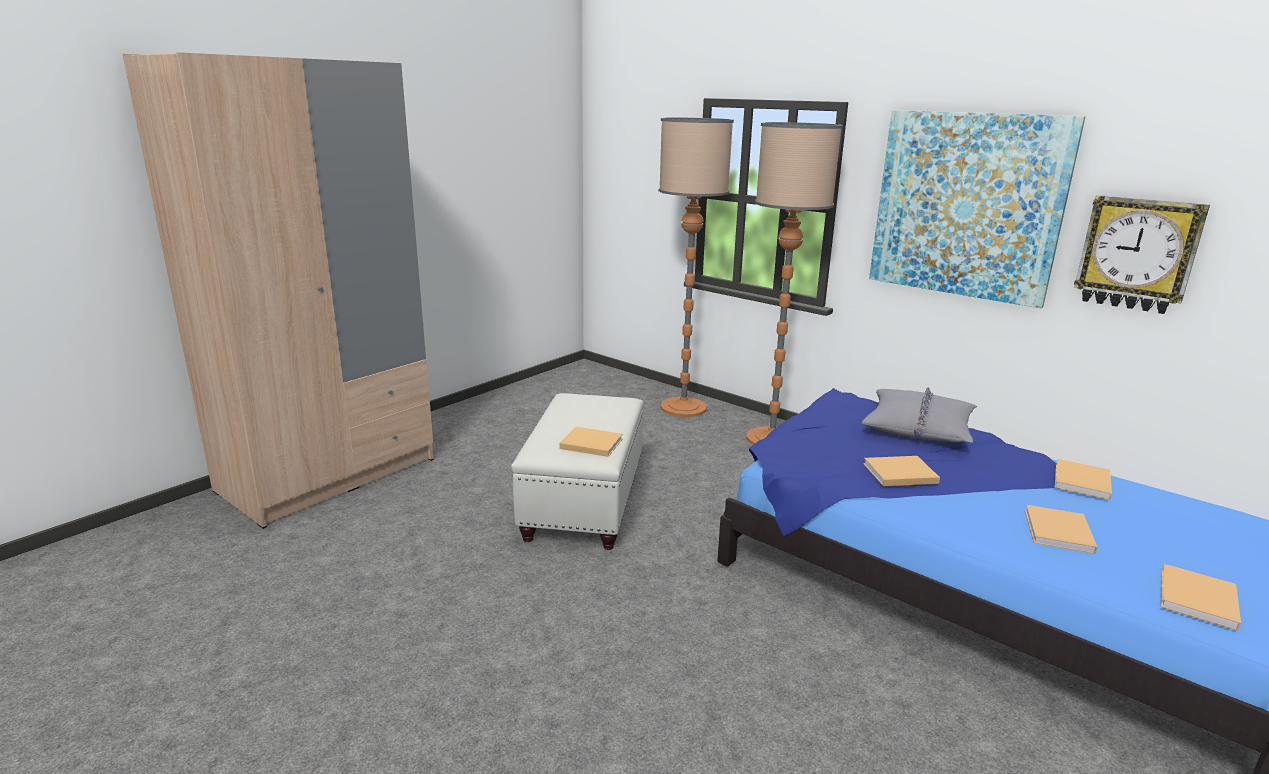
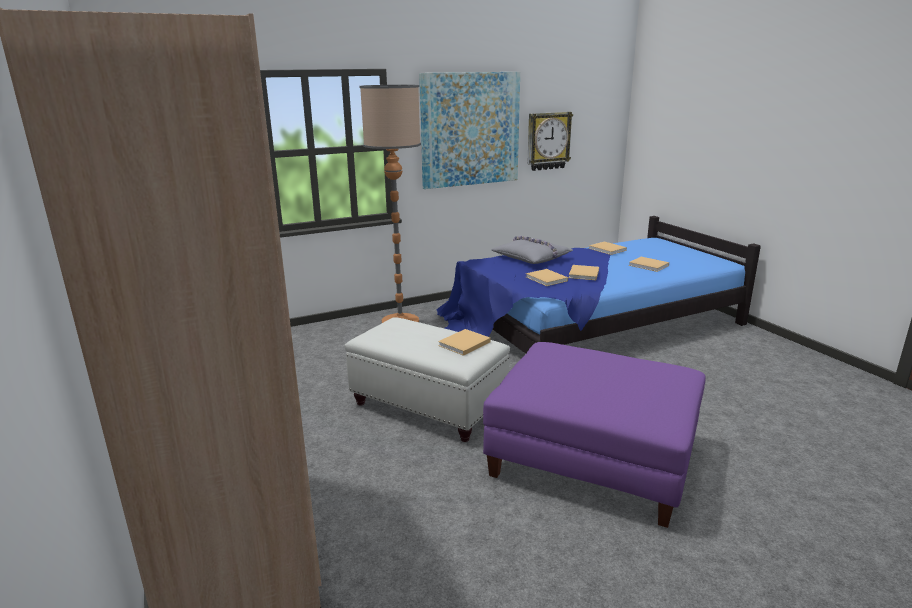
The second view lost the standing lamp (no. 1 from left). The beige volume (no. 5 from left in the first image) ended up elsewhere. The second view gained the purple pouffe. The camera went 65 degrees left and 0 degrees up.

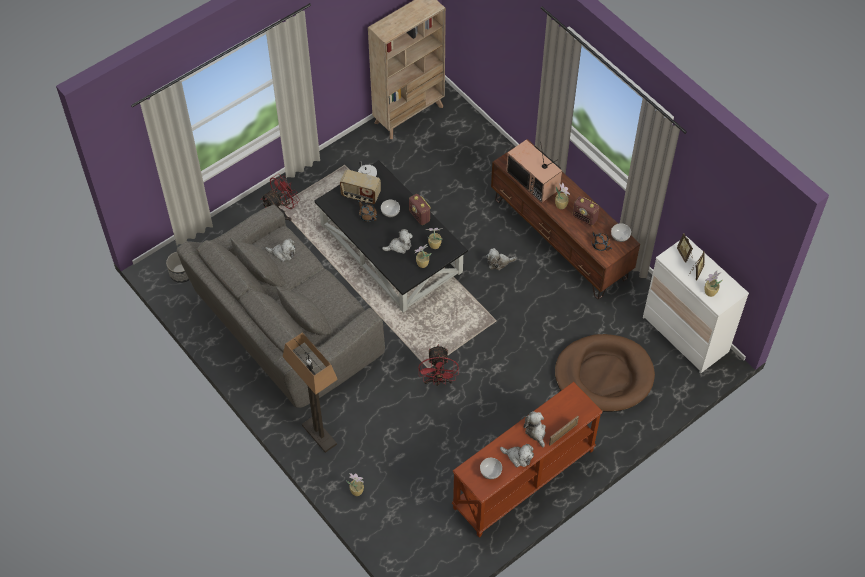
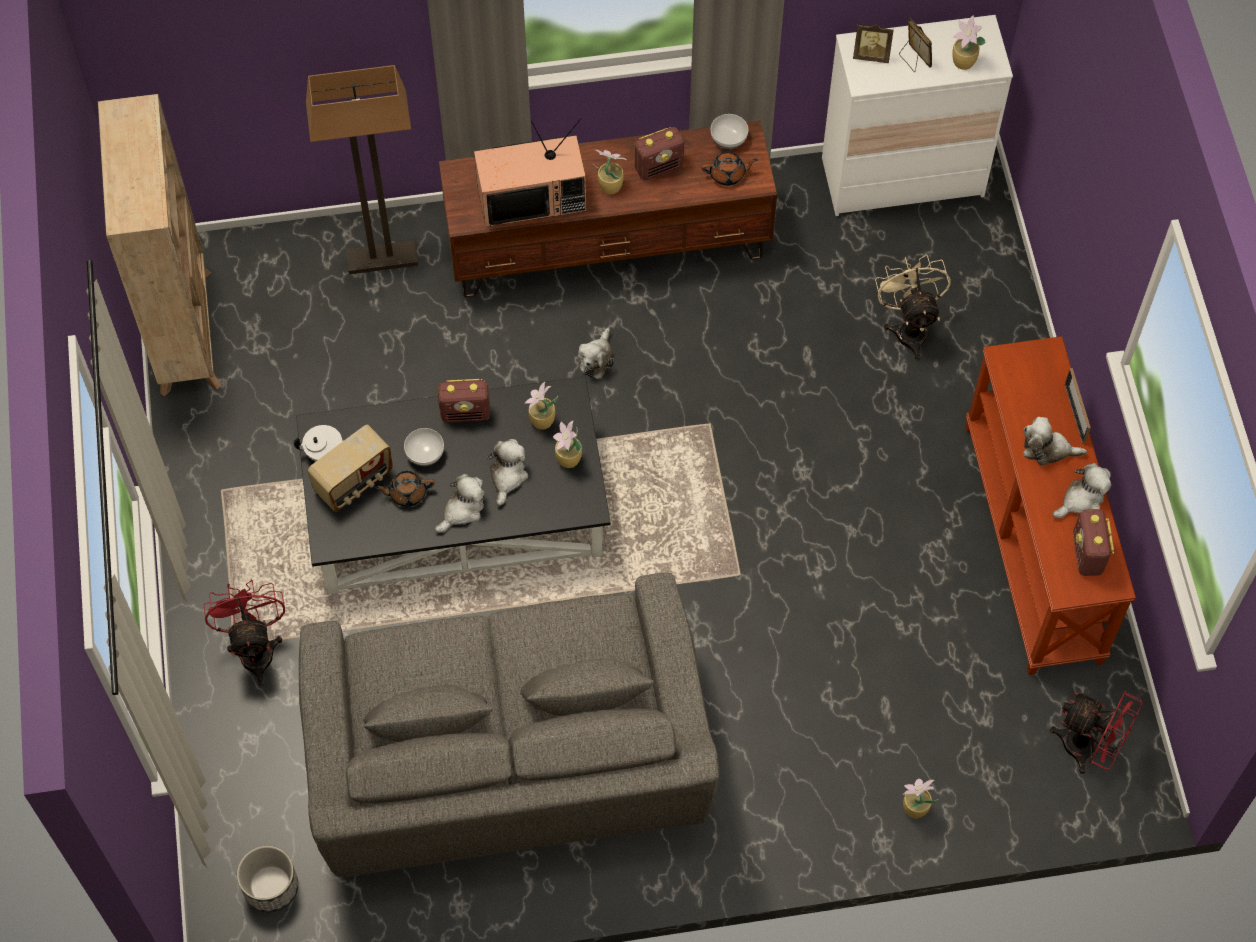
The plush toy (no. 1 from left) ended up elsewhere. The standing lamp ended up elsewhere. The reddish fan (no. 2 from left) ended up elsewhere. Where the bowl (no. 2 from left) stood, the radio set (no. 4 from left) came to stand. Where the brown-coloured dog bed stood, the beige fan came to stand. The camera went 60 degrees left and 5 degrees up.

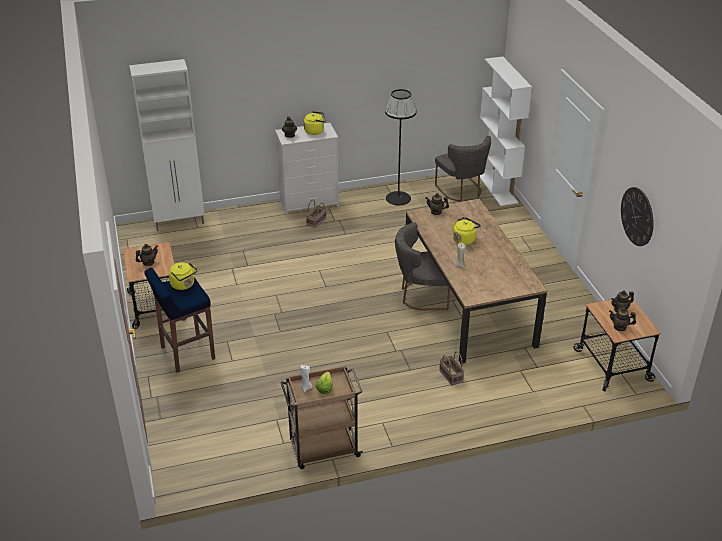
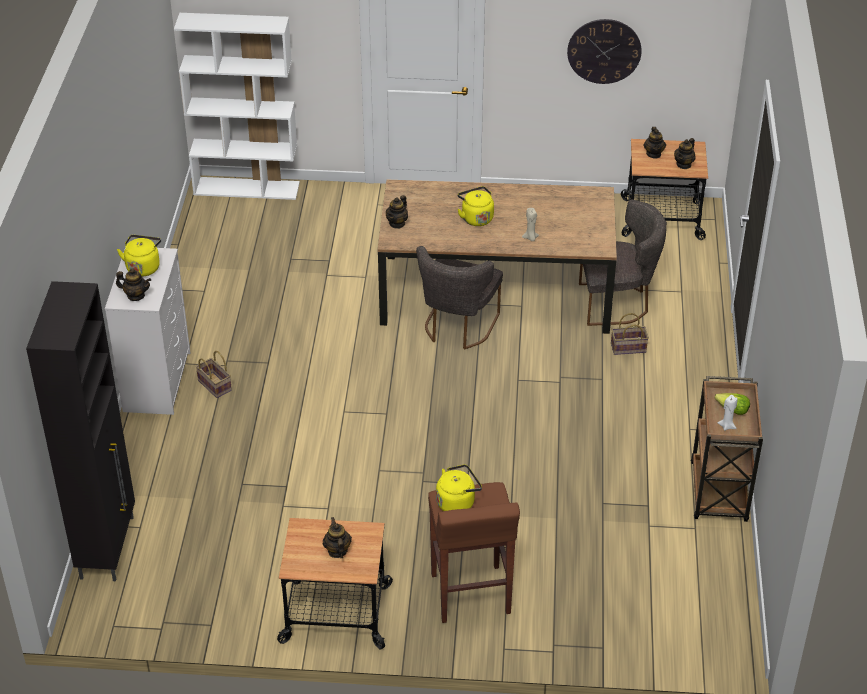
What was the white-coloured storage cabinet turned into the black-coloured storage cabinet. What was the blue-coloured sitting stool turned into the brown-coloured sitting stool. The second view lost the black-coloured standing lamp. The grey chair (no. 2 from left) ended up elsewhere. The camera went 70 degrees left and 5 degrees up.

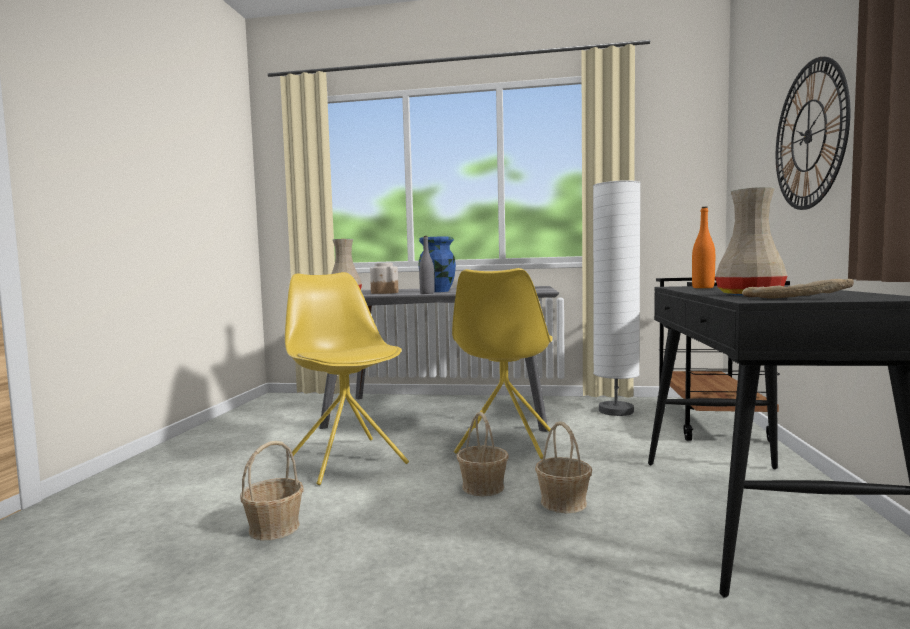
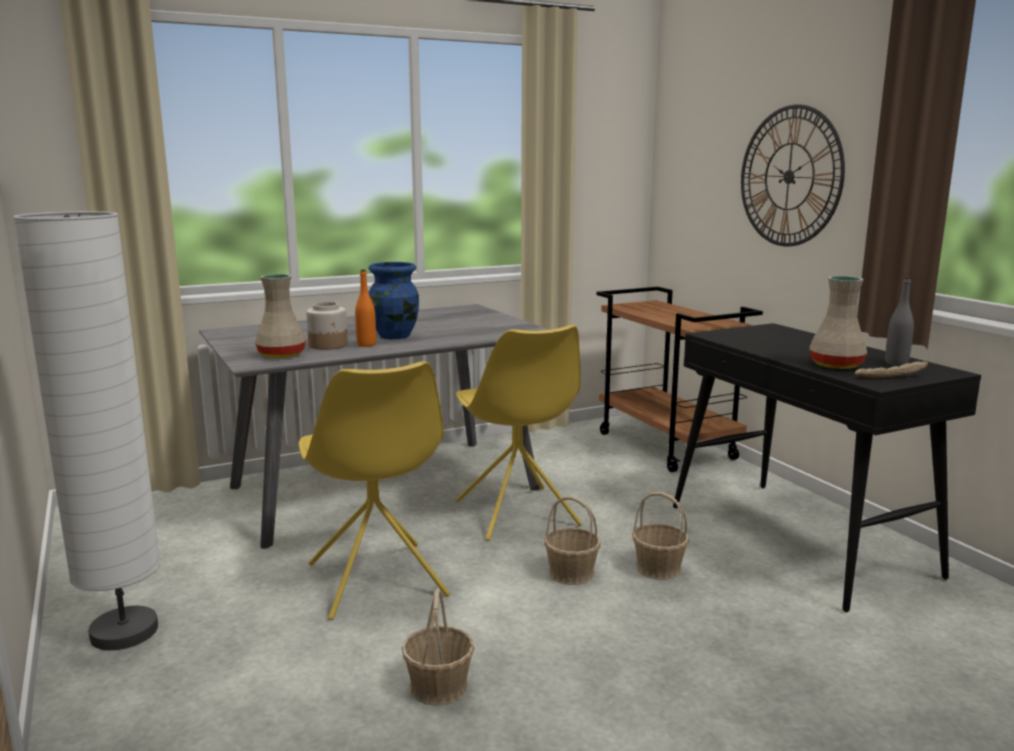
The yellow chair (no. 1 from left) ended up facing another way, 135 degrees counterclockwise from before. The grey drink bottle ended up elsewhere. The white-coloured standing lamp ended up elsewhere. The orangey drink bottle ended up elsewhere. The camera went 35 degrees left and 10 degrees up.

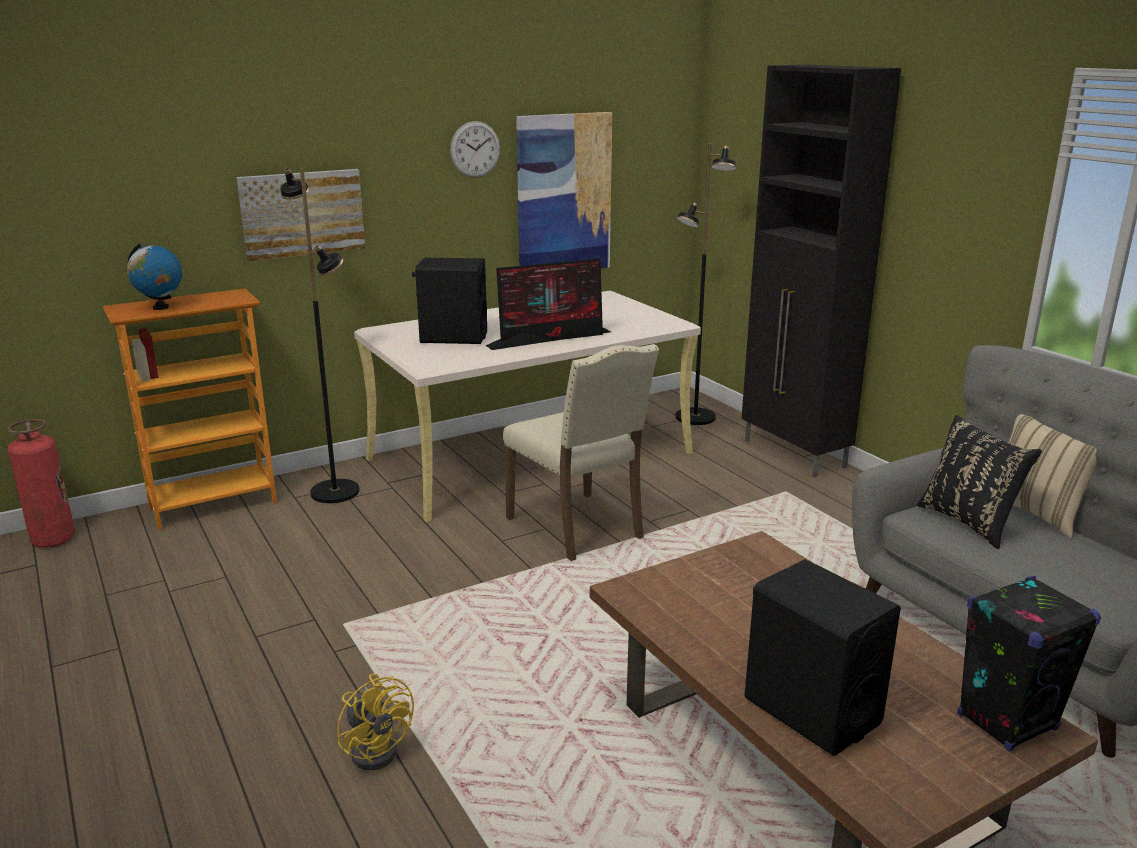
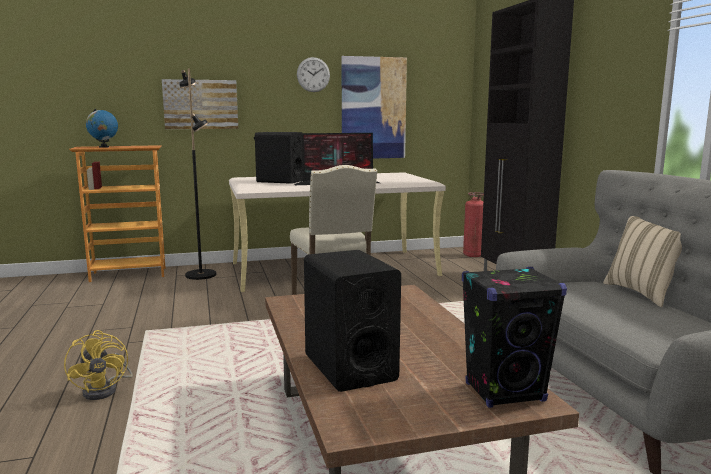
The extinguisher ended up elsewhere. The second view lost the black-coloured standing lamp (no. 2 from left). The second view lost the black-coloured throw pillow. The camera went 15 degrees right and 10 degrees down.

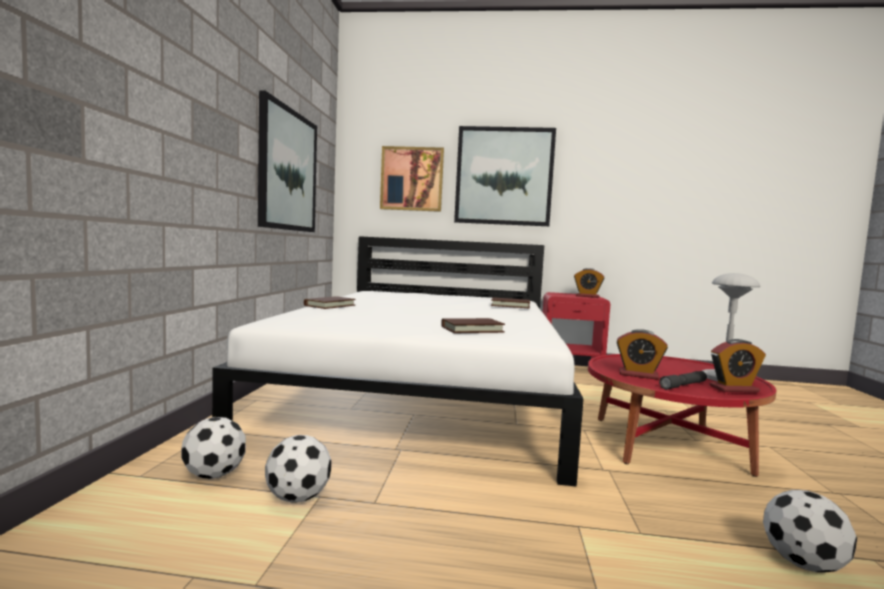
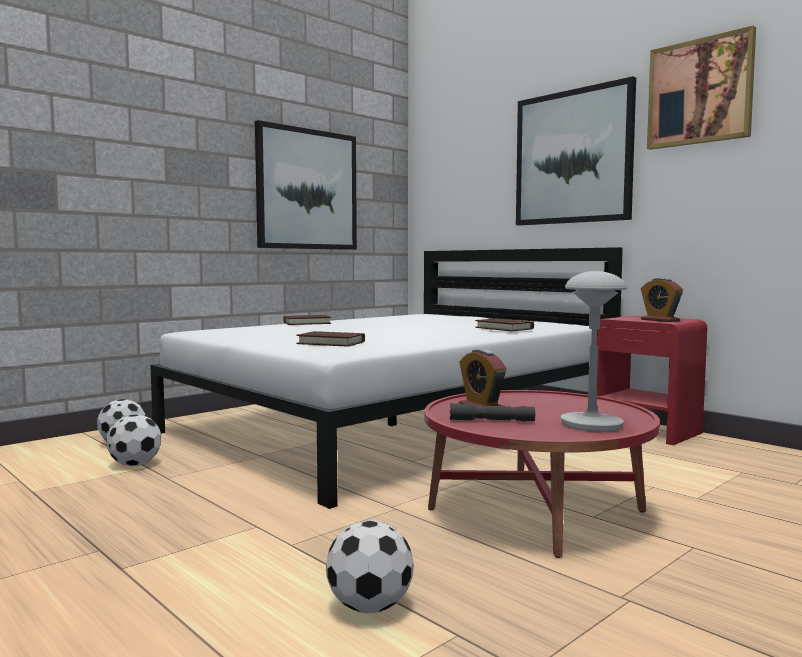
The wall art (no. 2 from left in the first image) ended up elsewhere. The second view lost the table clock (no. 3 from left). The camera went 40 degrees right and 0 degrees up.

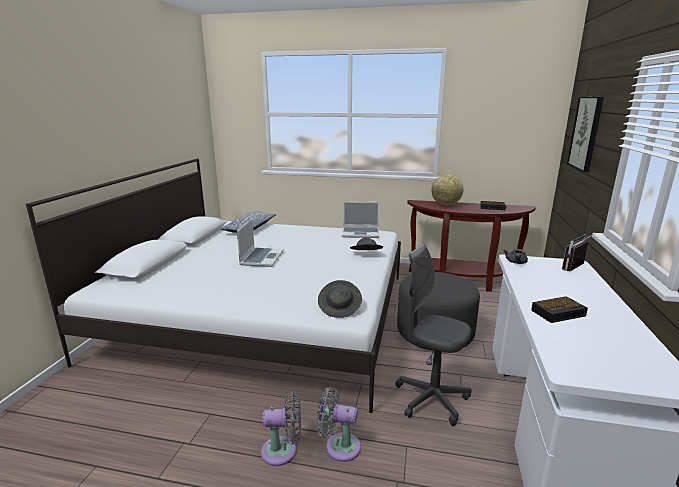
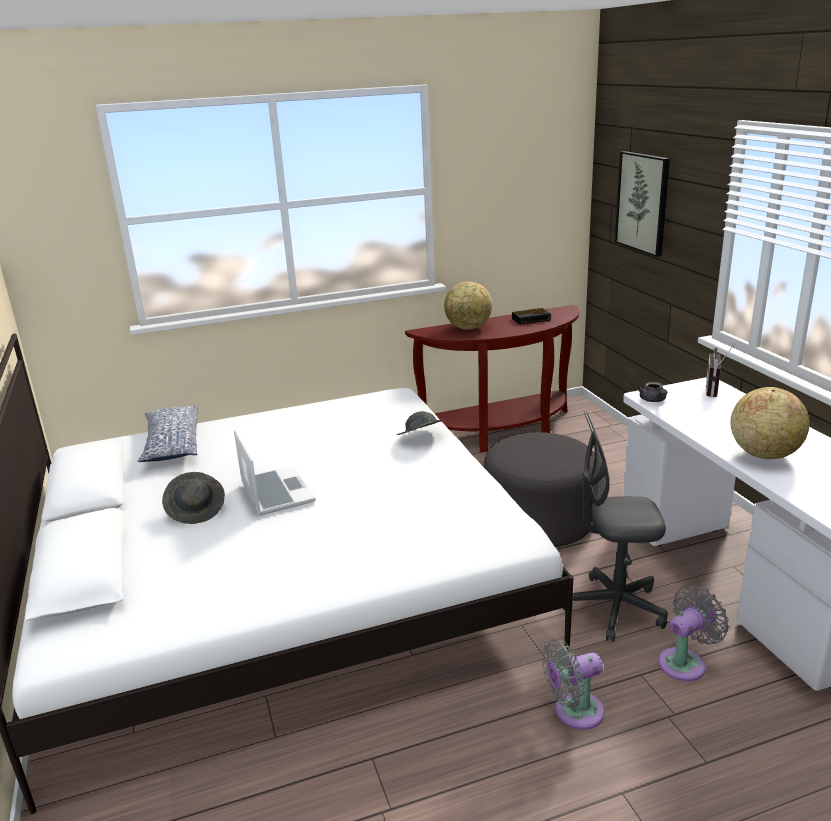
The grey fan (no. 1 from left in the first image) ended up elsewhere. The grey wearable hat (no. 1 from left) ended up elsewhere. The second view lost the portable computer (no. 2 from left). Where the table clock (no. 2 from left) stood, the world globe (no. 2 from left) came to stand. The camera went 30 degrees left and 5 degrees up.

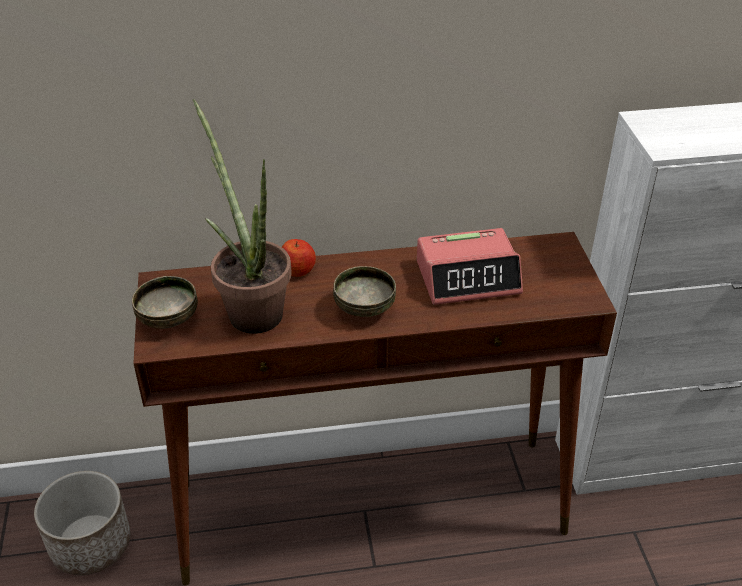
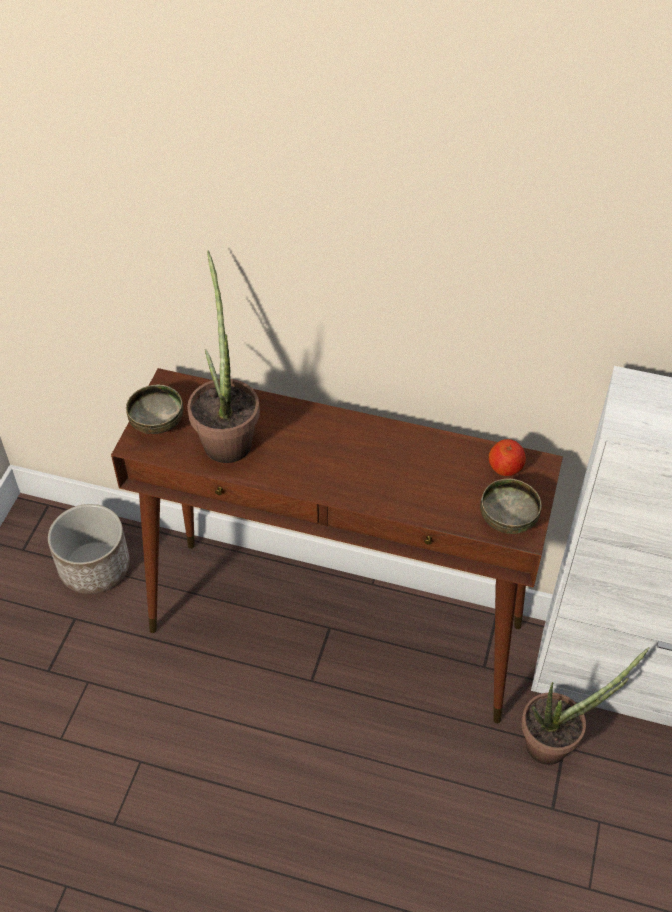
The whole apple ended up elsewhere. The bowl (no. 2 from left) ended up elsewhere. The second view lost the table clock. The second view gained the potted plant (no. 2 from left). The camera went 25 degrees right and 10 degrees up.

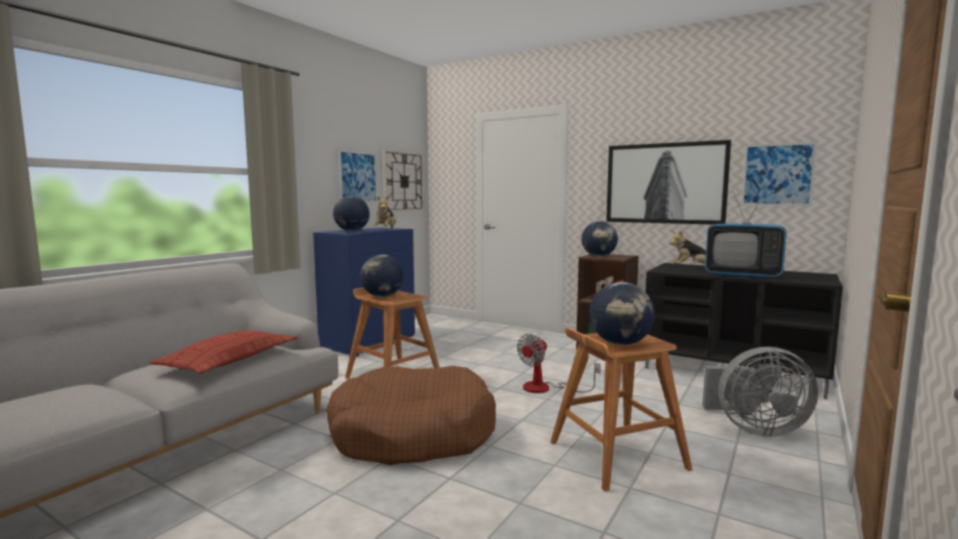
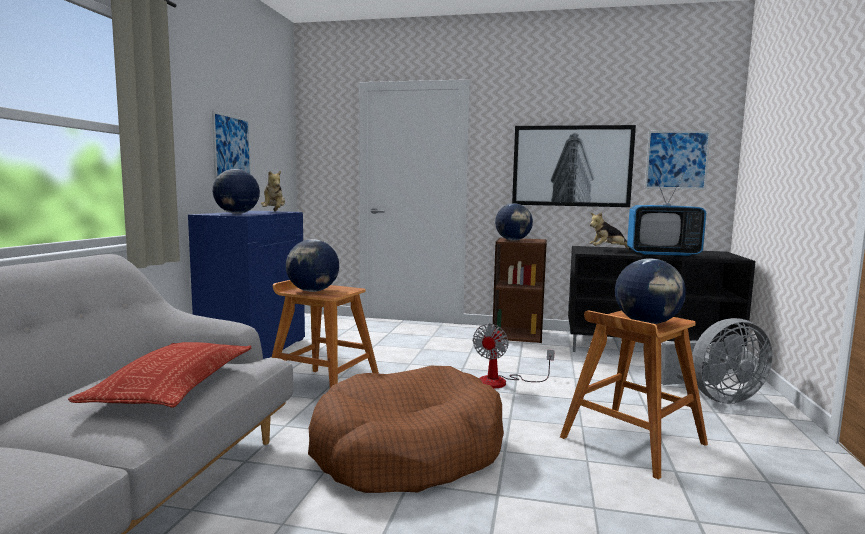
The second view lost the wall clock. The camera went 20 degrees left and 0 degrees up.

